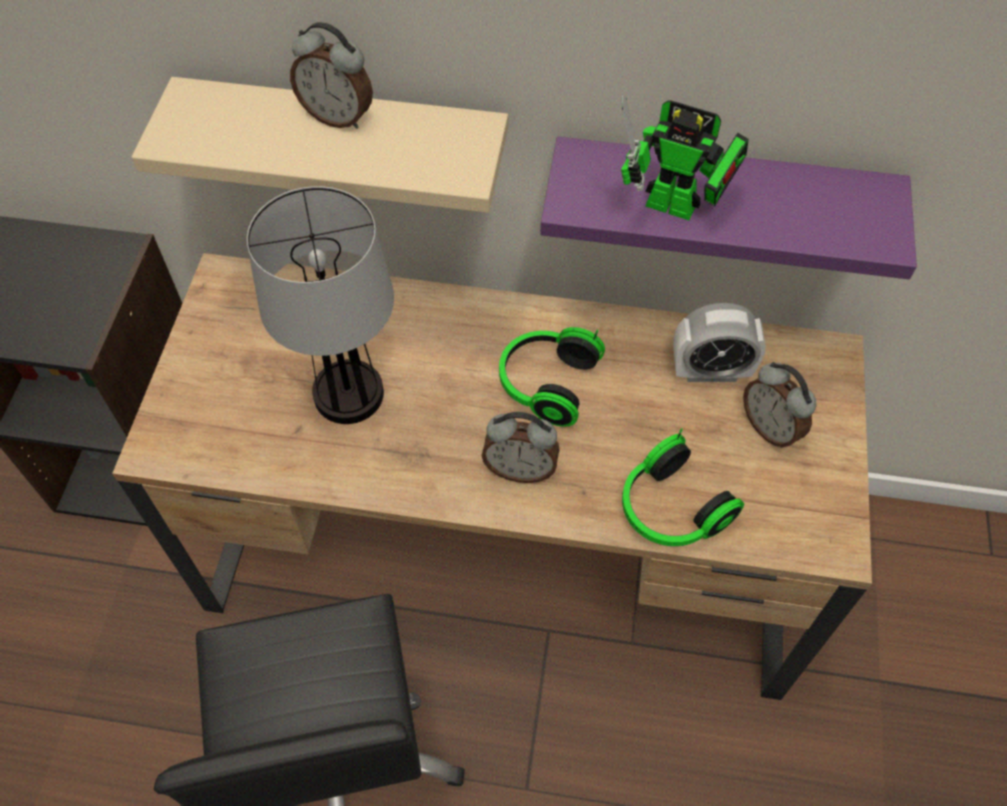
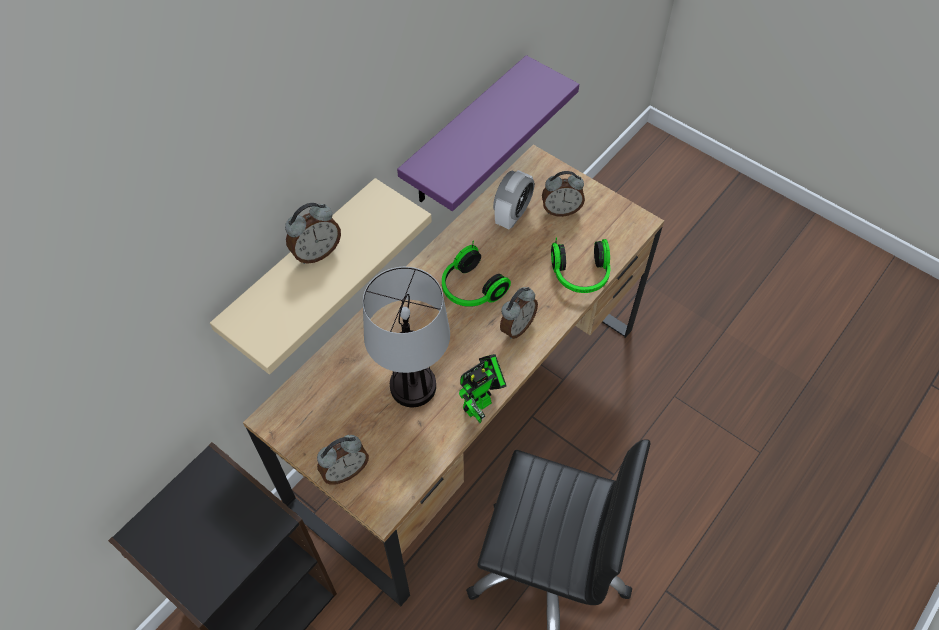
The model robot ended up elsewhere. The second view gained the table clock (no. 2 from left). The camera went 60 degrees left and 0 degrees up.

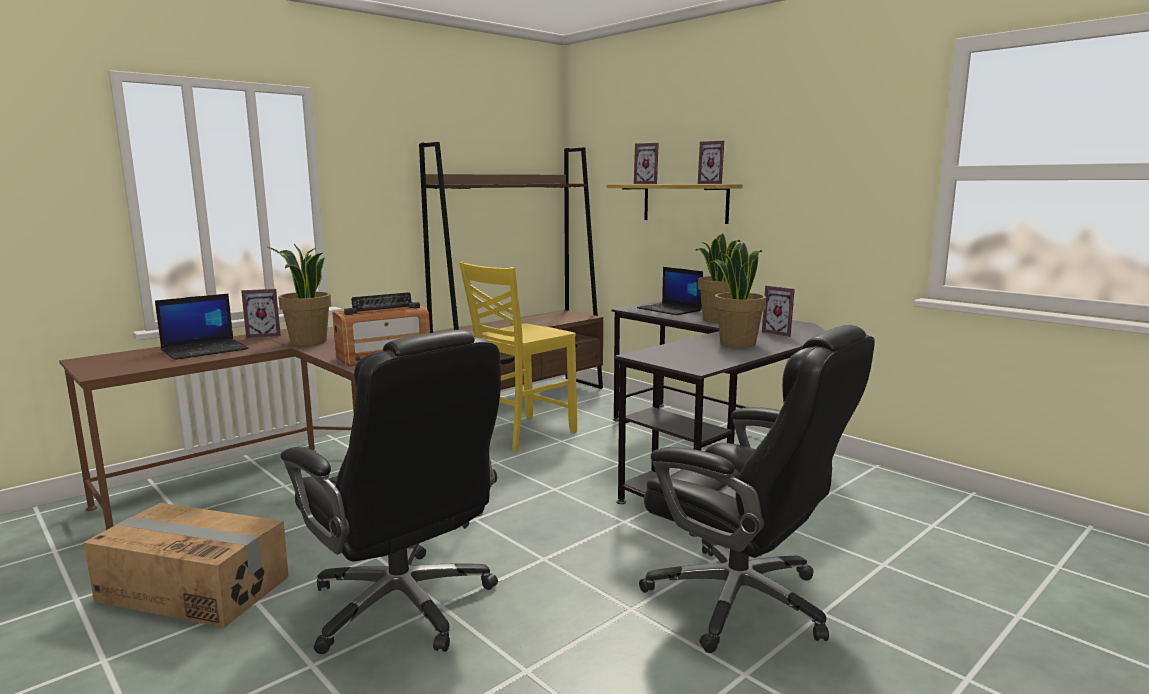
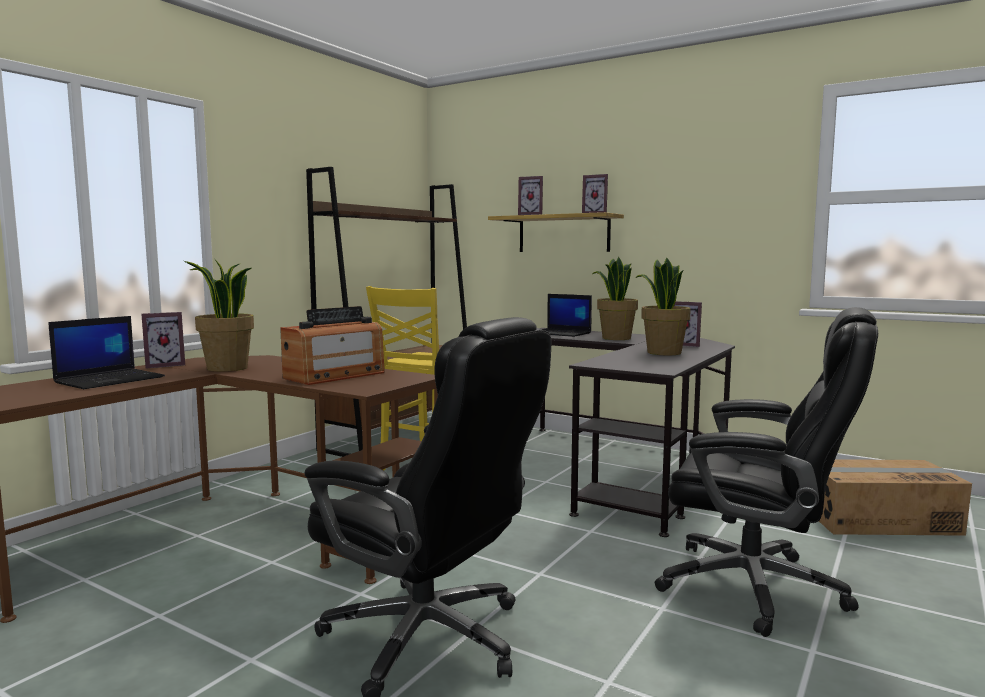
The cardboard box ended up elsewhere. The camera went 15 degrees left and 5 degrees down.

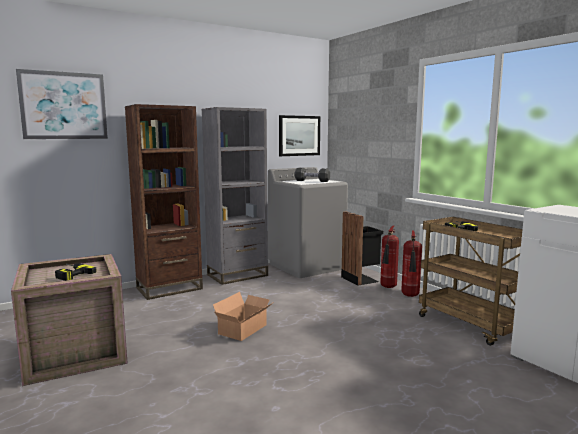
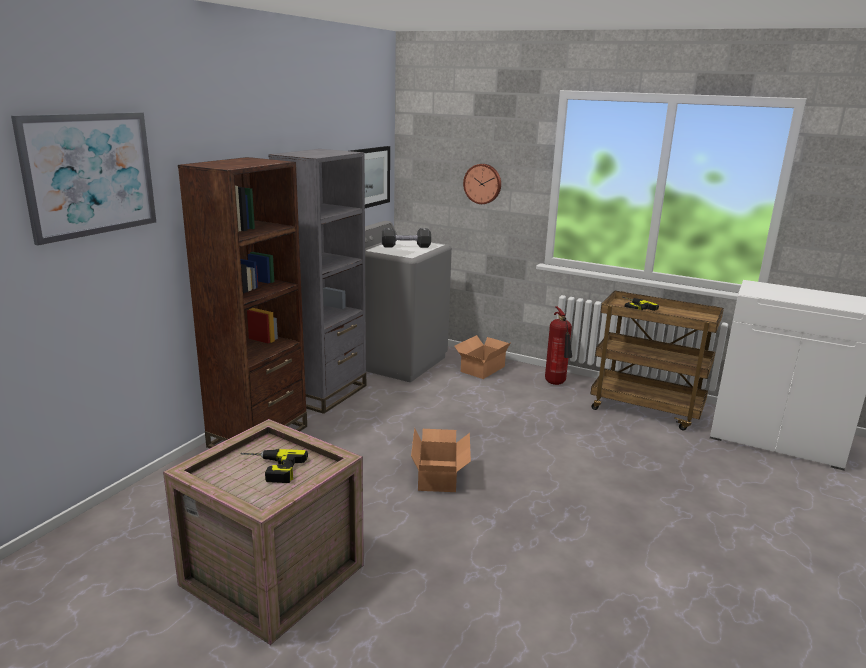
Where the black-coloured trash can stood, the cardboard box (no. 2 from left) came to stand. The second view lost the extinguisher (no. 1 from left). The second view gained the wall clock. The camera went 30 degrees left and 10 degrees up.

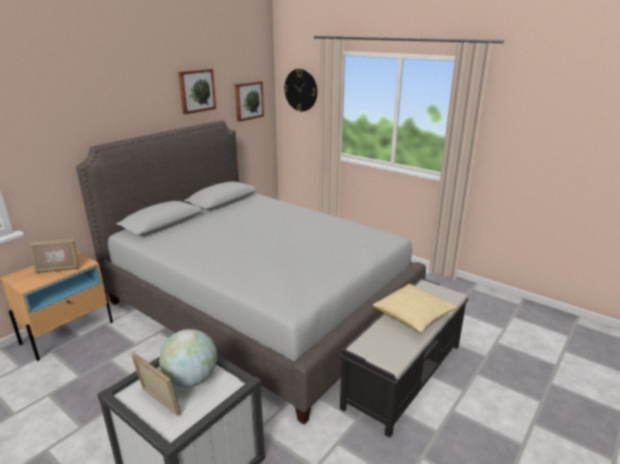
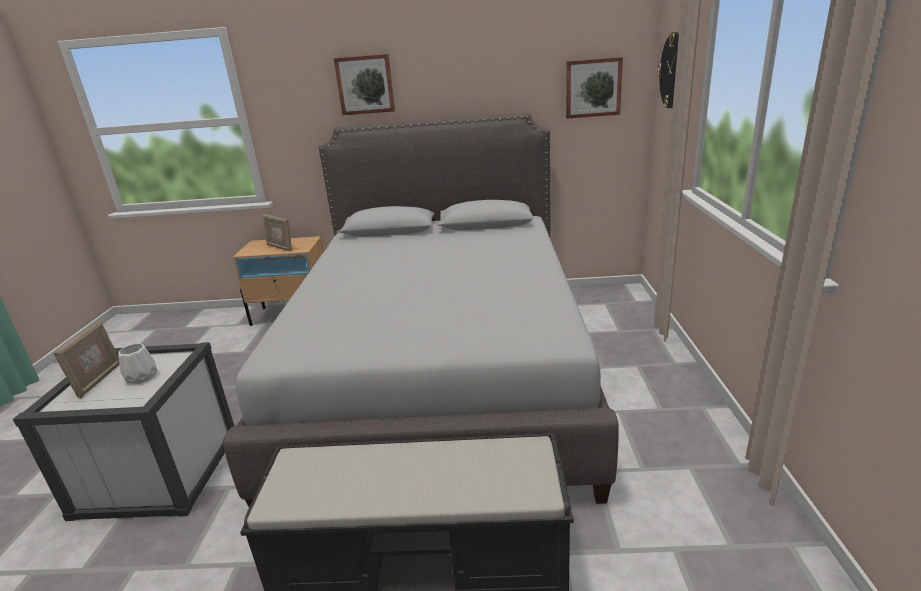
Where the world globe stood, the white-coloured vase came to stand. The wall art (no. 1 from left) ended up elsewhere. The second view lost the throw pillow. The camera went 55 degrees right and 0 degrees up.

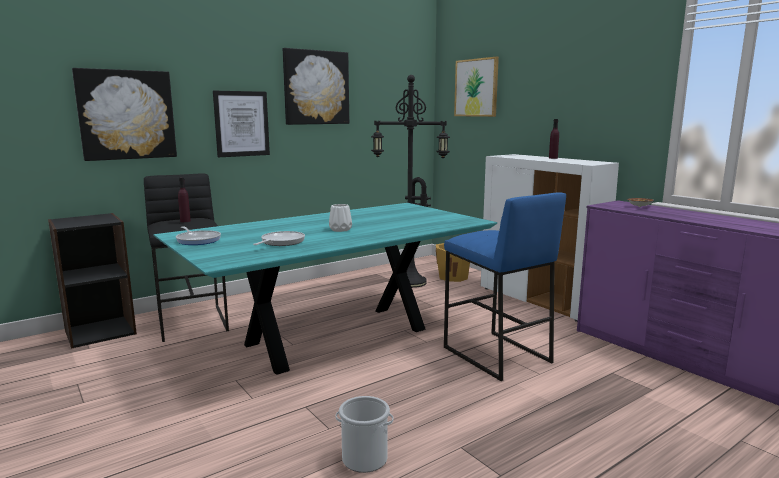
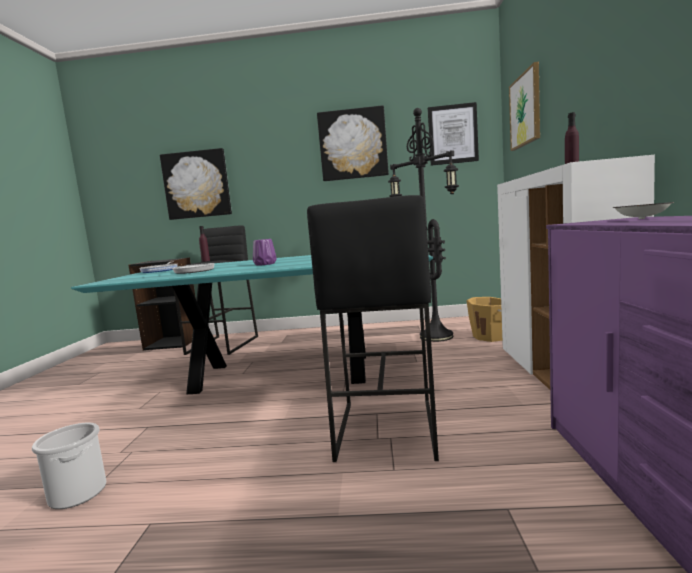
The wall art (no. 2 from left in the first image) ended up elsewhere. What was the white-coloured vase turned into the purple vase. What was the blue-coloured sitting stool turned into the black-coloured sitting stool (no. 2 from left). The camera went 40 degrees right and 5 degrees down.

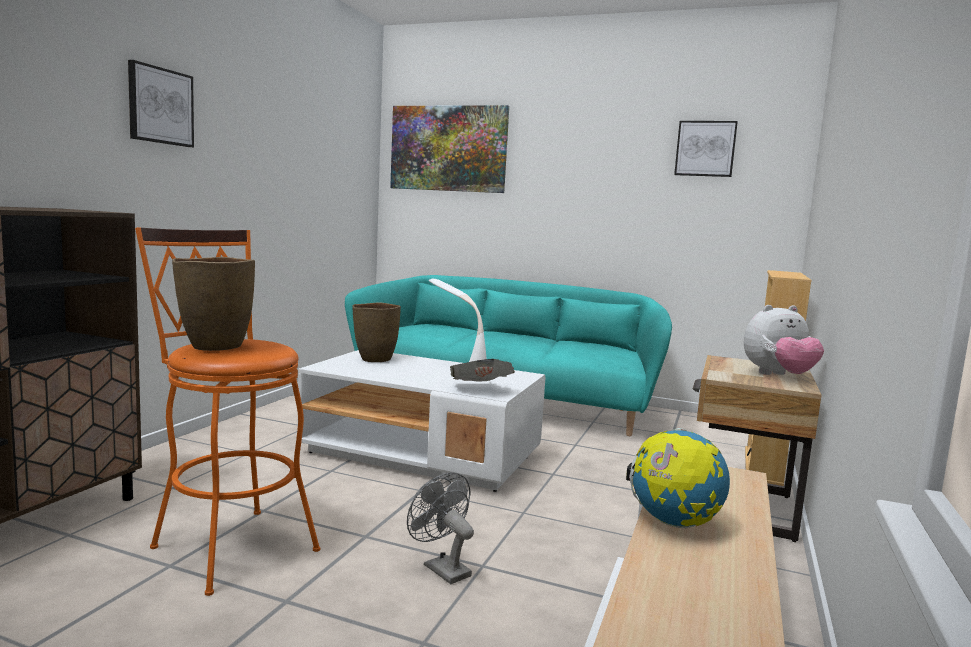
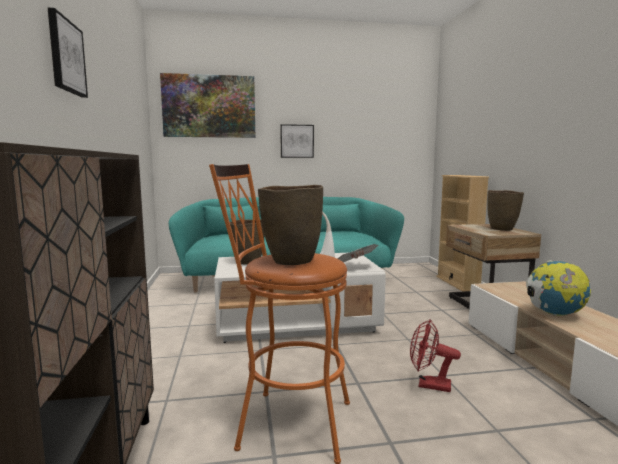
What was the grey fan turned into the reddish fan. The wall art (no. 3 from left) ended up elsewhere. Where the plush toy stood, the brown-coloured vase (no. 3 from left) came to stand. The camera went 30 degrees left and 0 degrees up.

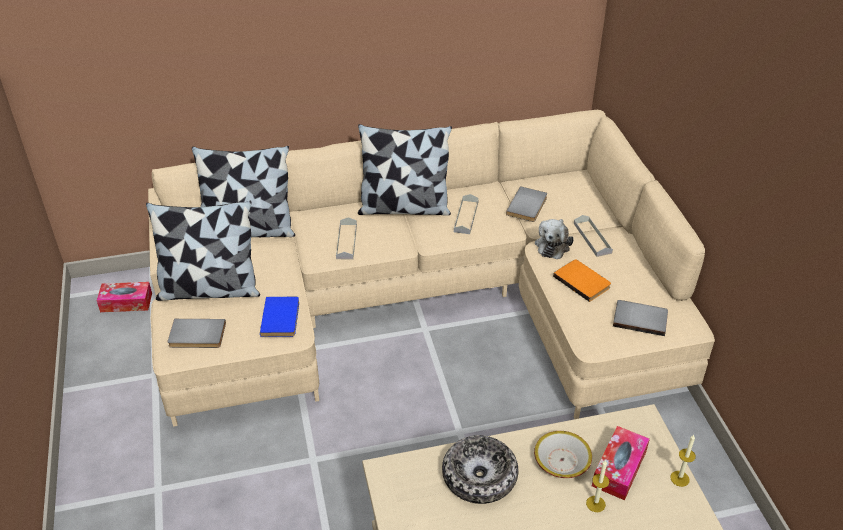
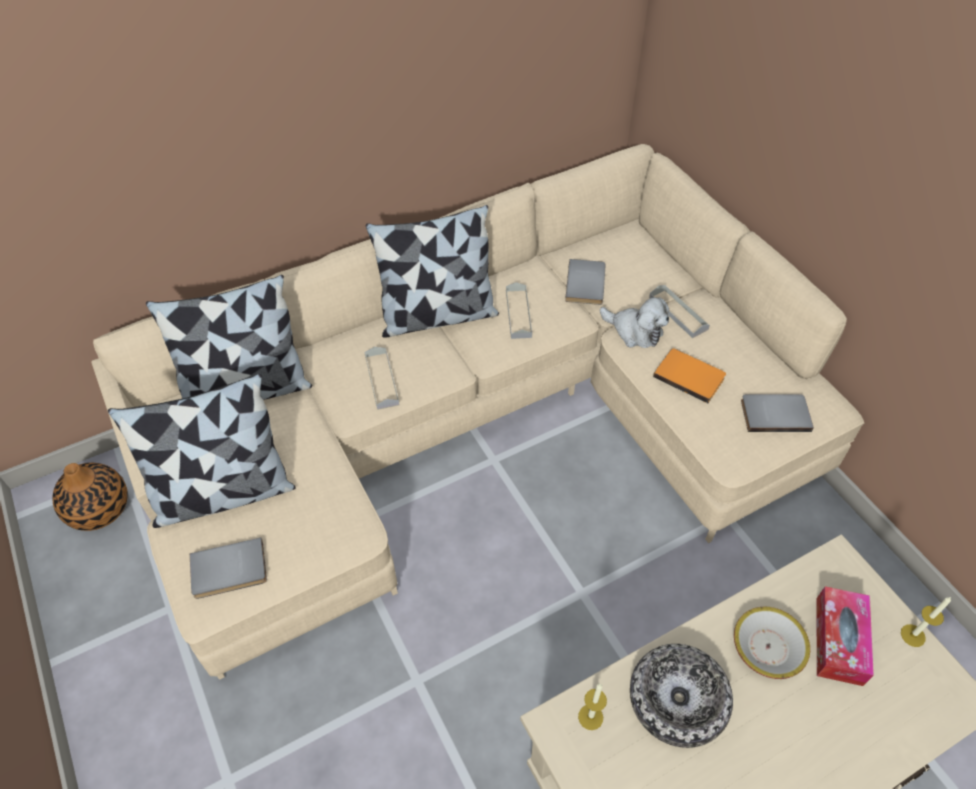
Where the tissue box (no. 1 from left) stood, the vase came to stand. The second view lost the blue-coloured volume. The plush toy ended up facing another way, 60 degrees counterclockwise from before. The candle (no. 1 from left) ended up elsewhere. The camera went 15 degrees left and 10 degrees up.

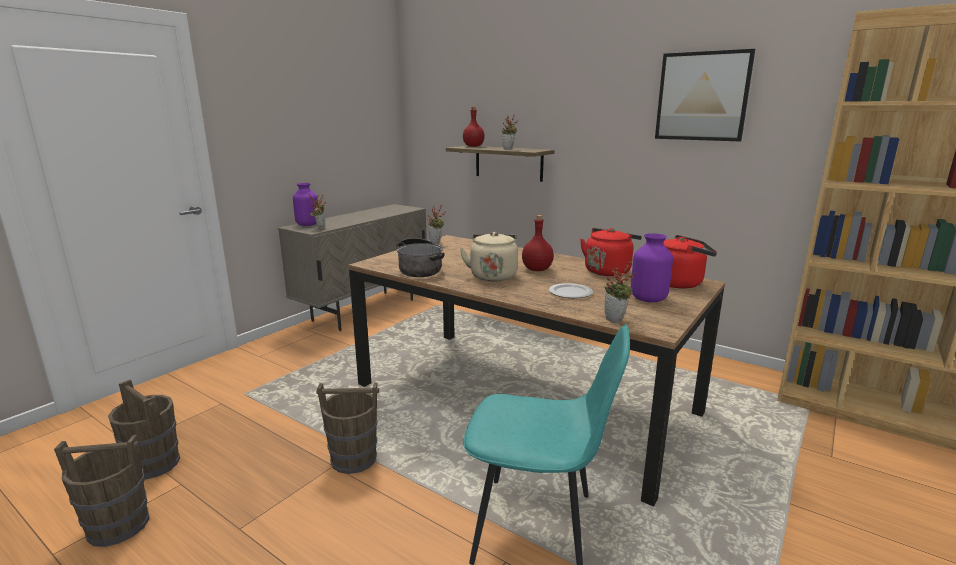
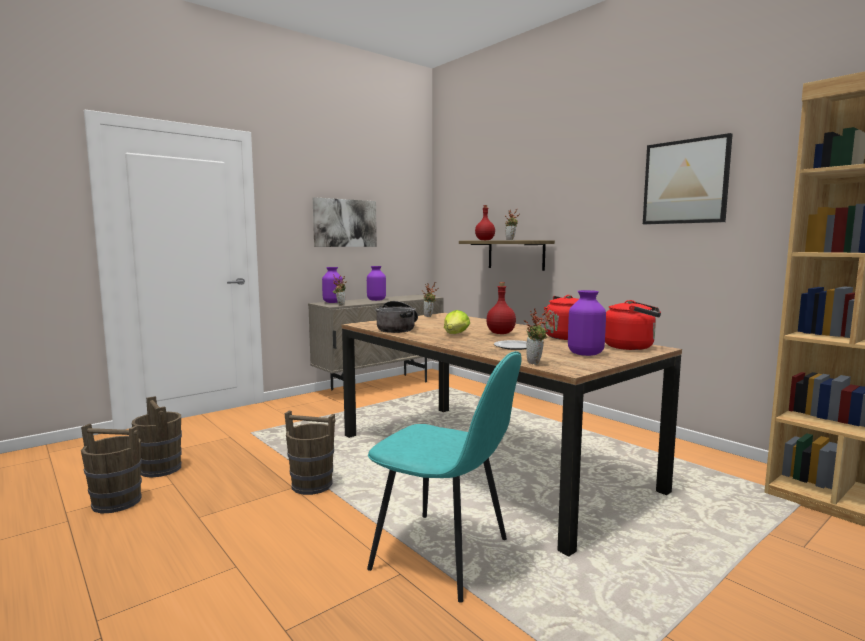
Where the beige tea kettle stood, the lettuce came to stand. The second view gained the wall art (no. 1 from left). The second view gained the purple vase (no. 2 from left). The camera went 15 degrees right and 10 degrees down.

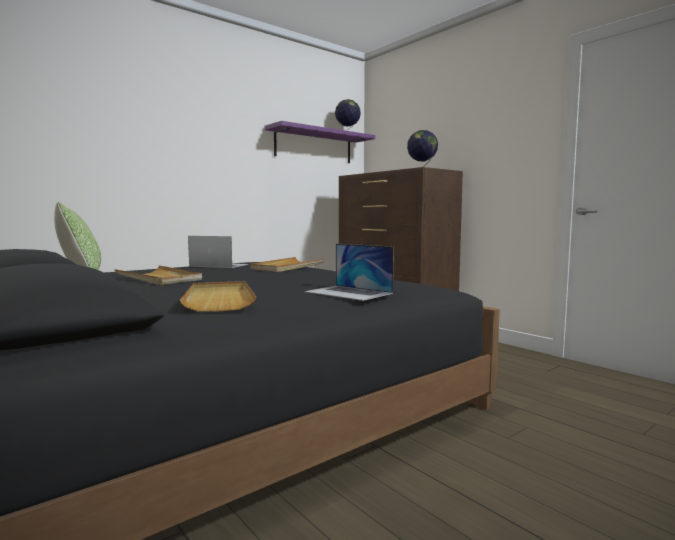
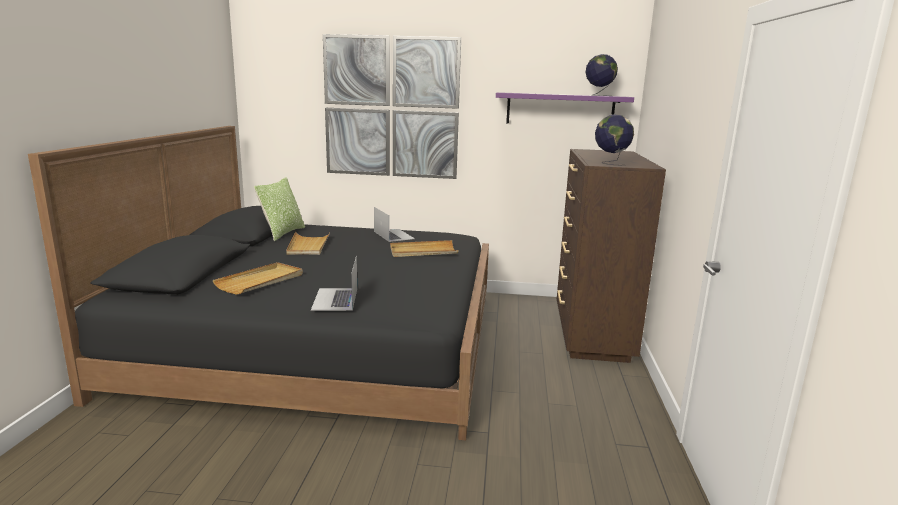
The second view gained the wall art. The camera went 45 degrees right and 10 degrees up.

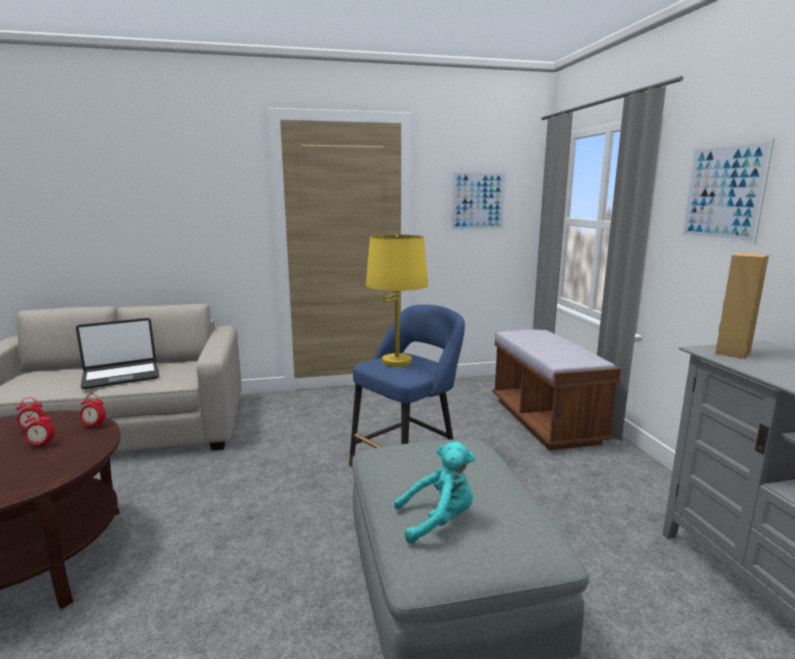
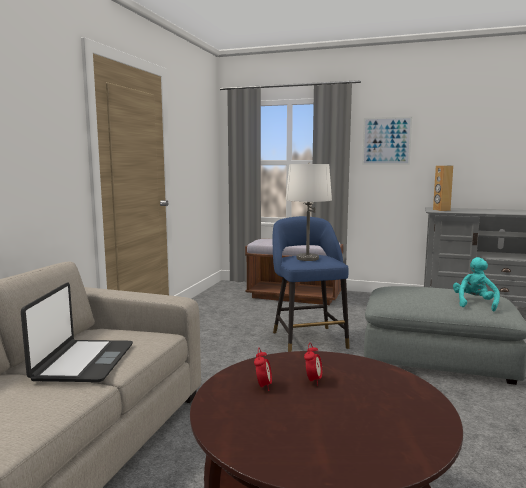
The second view lost the table clock (no. 3 from left). What was the yellow tabletop lamp turned into the white-coloured tabletop lamp. The second view lost the wall art (no. 1 from left). The camera went 60 degrees left and 5 degrees down.

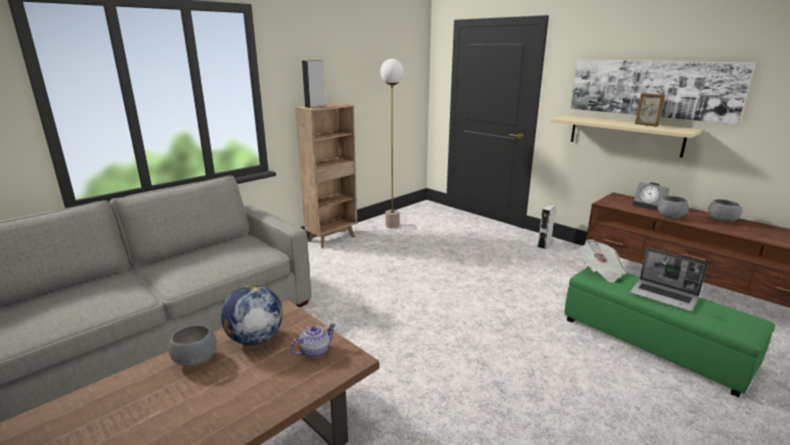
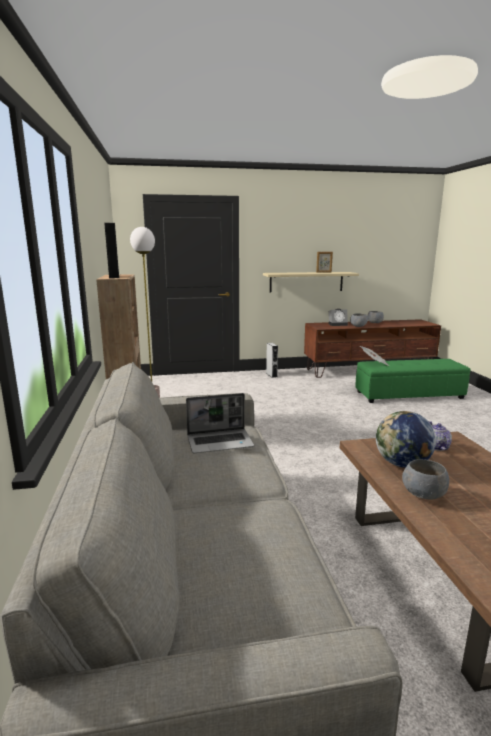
The second view lost the wall art. The portable computer ended up elsewhere. The camera went 55 degrees left and 5 degrees down.

